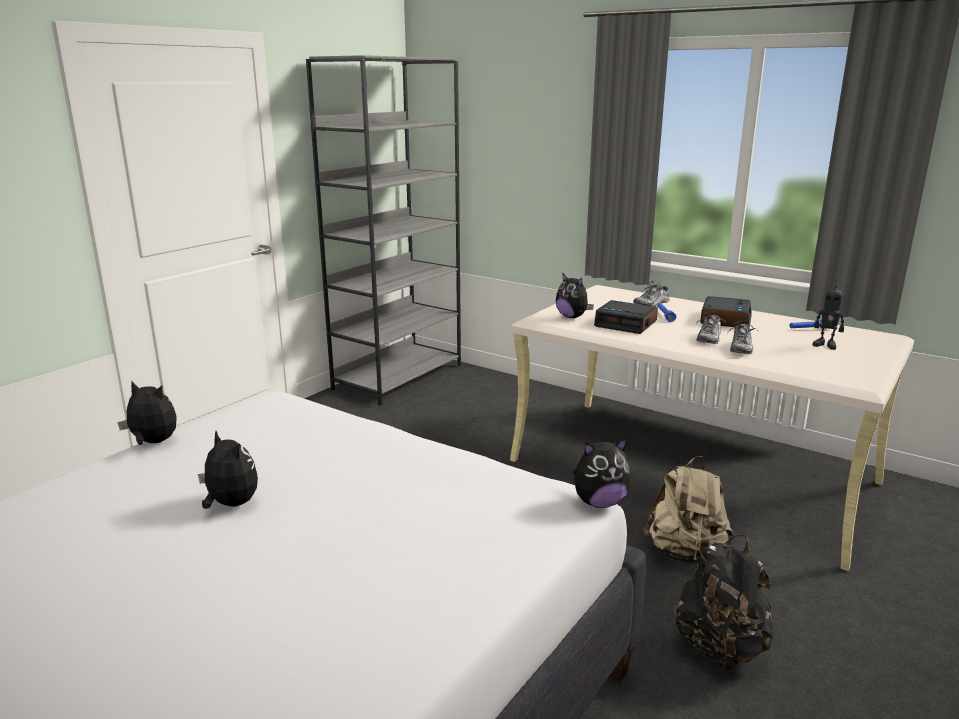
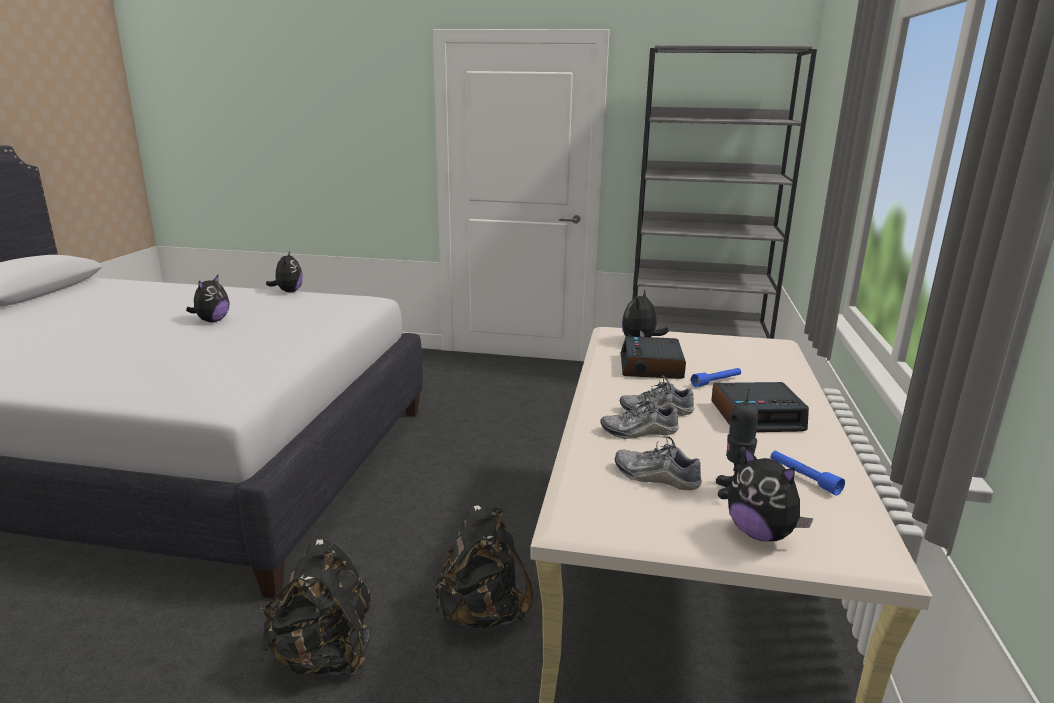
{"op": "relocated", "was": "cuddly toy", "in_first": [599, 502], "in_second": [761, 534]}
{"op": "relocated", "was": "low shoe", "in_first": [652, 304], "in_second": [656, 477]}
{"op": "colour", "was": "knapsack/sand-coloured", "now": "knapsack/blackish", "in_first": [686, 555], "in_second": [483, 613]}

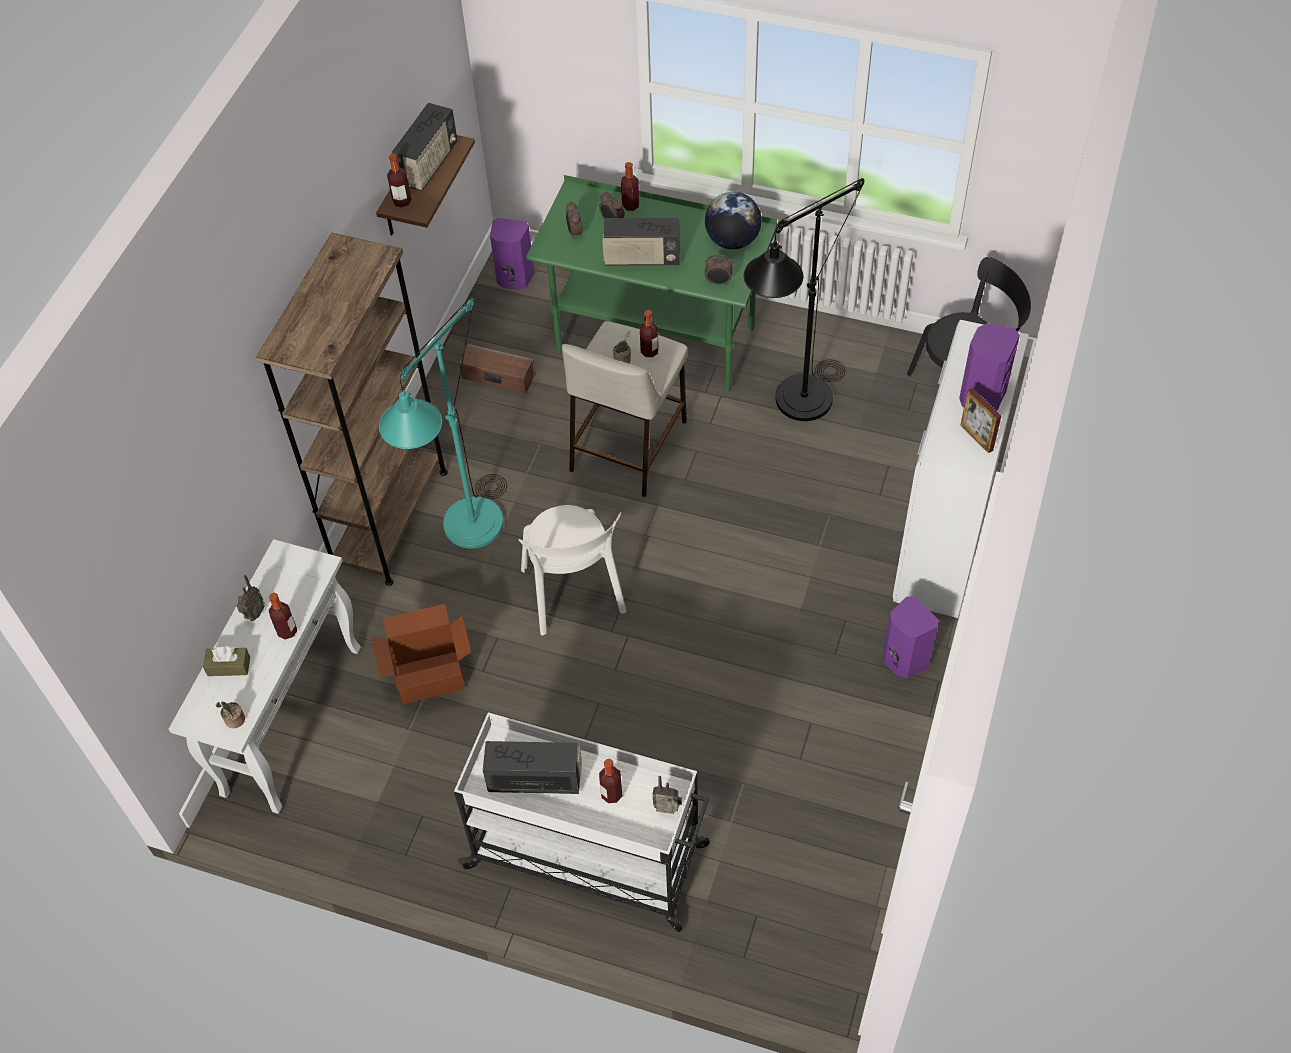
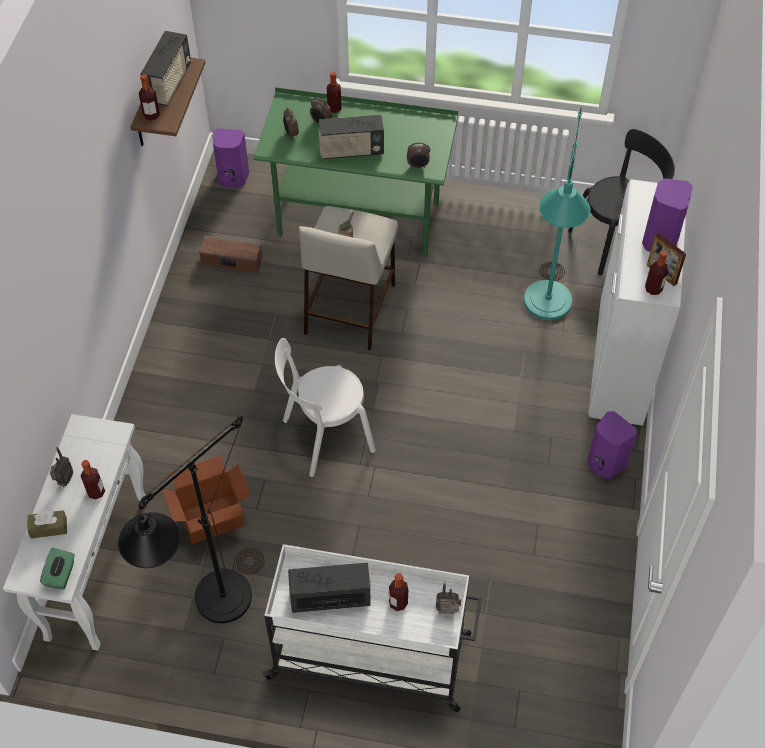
{"op": "exchanged", "was": "houseplant", "now": "tissue holder/greenish", "in_first": [234, 721], "in_second": [61, 575]}
{"op": "missing", "was": "shelving unit/brownish", "in_first": [390, 519]}
{"op": "relocated", "was": "floor lamp/turquoise-coloured", "in_first": [466, 537], "in_second": [545, 312]}
{"op": "spun", "was": "chair/whitish", "in_first": [574, 595], "in_second": [324, 437], "clockwise": 90}
{"op": "relocated", "was": "bottle", "in_first": [649, 351], "in_second": [653, 289]}
{"op": "missing", "was": "desk globe", "in_first": [732, 241]}
{"op": "relocated", "was": "floor lamp/blackish", "in_first": [793, 409], "in_second": [213, 610]}

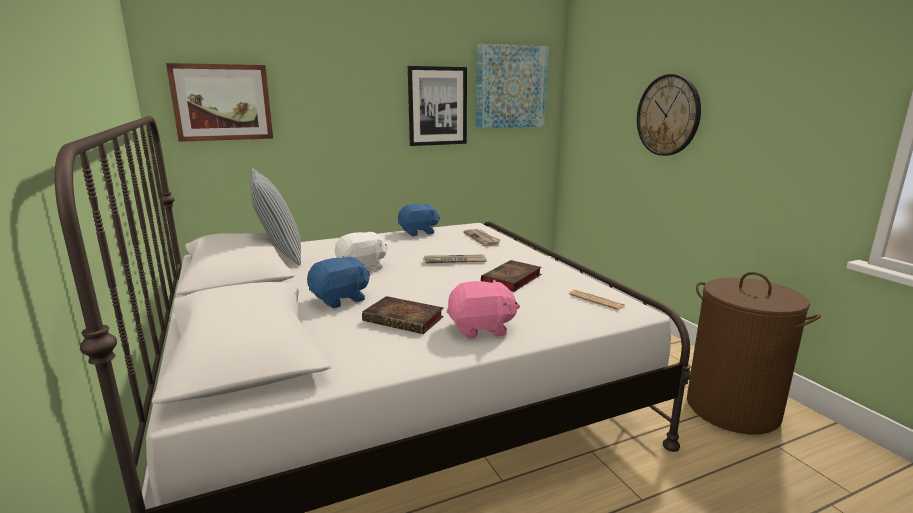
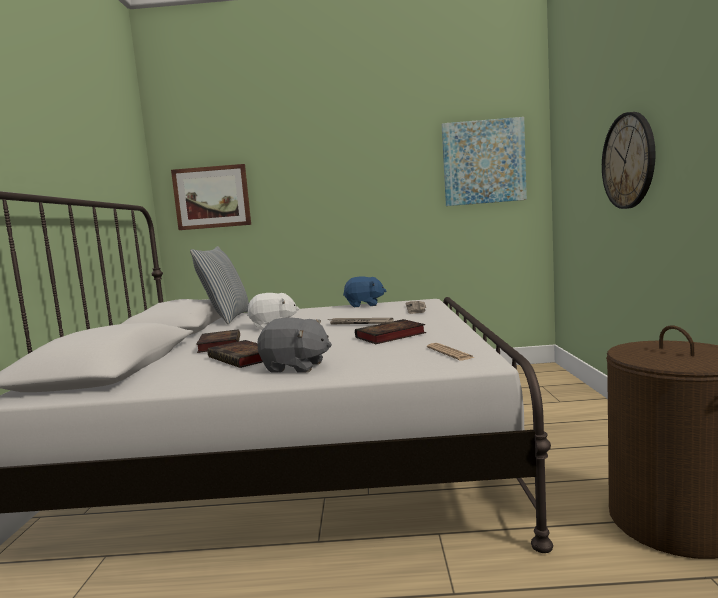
{"op": "exchanged", "was": "cuddly toy/blue-coloured", "now": "book", "in_first": [340, 299], "in_second": [219, 344]}
{"op": "missing", "was": "wall art", "in_first": [437, 106]}
{"op": "colour", "was": "cuddly toy/pink", "now": "cuddly toy/greyish", "in_first": [481, 329], "in_second": [295, 367]}

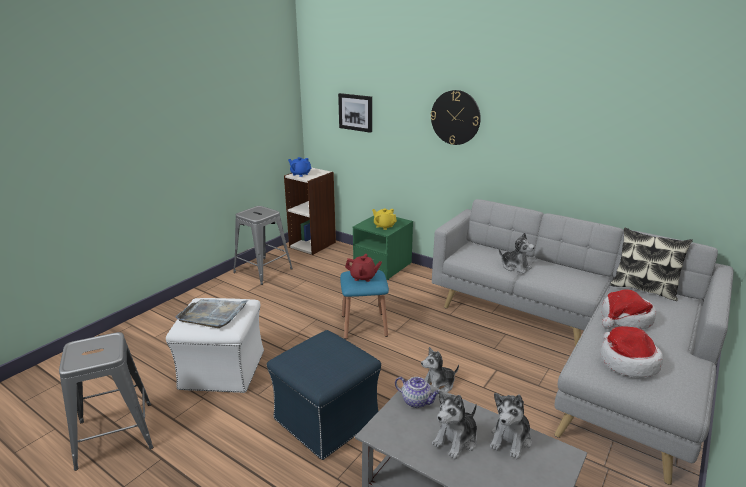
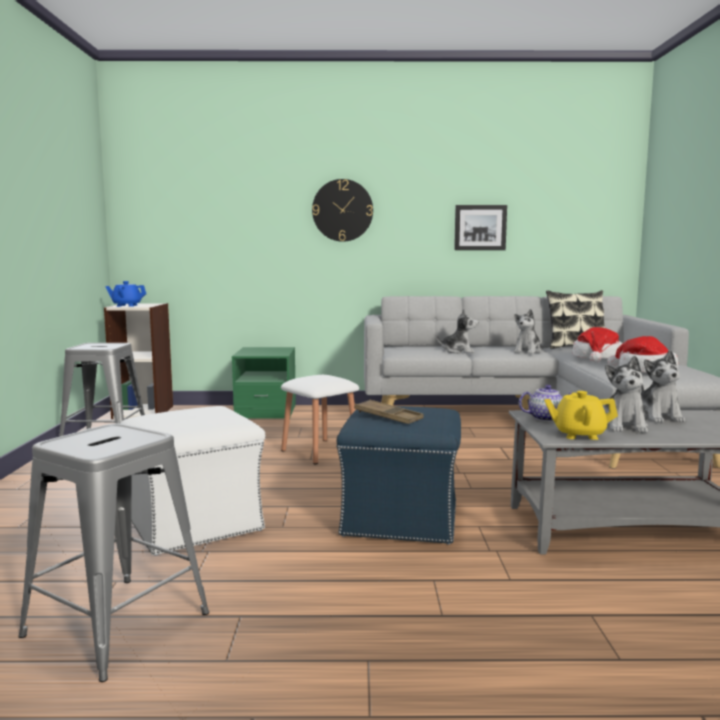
{"op": "missing", "was": "tray/greyish", "in_first": [213, 314]}
{"op": "relocated", "was": "wall art", "in_first": [356, 112], "in_second": [480, 227]}
{"op": "colour", "was": "stool seat/blue-coloured", "now": "stool seat/whitish", "in_first": [364, 325], "in_second": [320, 451]}
{"op": "missing", "was": "pot for tea/red", "in_first": [363, 277]}
{"op": "relocated", "was": "pot for tea/yellow", "in_first": [384, 226], "in_second": [578, 435]}
{"op": "relocated", "was": "cuddly toy", "in_first": [438, 385], "in_second": [527, 351]}
{"op": "appeared", "now": "tray/brownish", "in_second": [388, 417]}

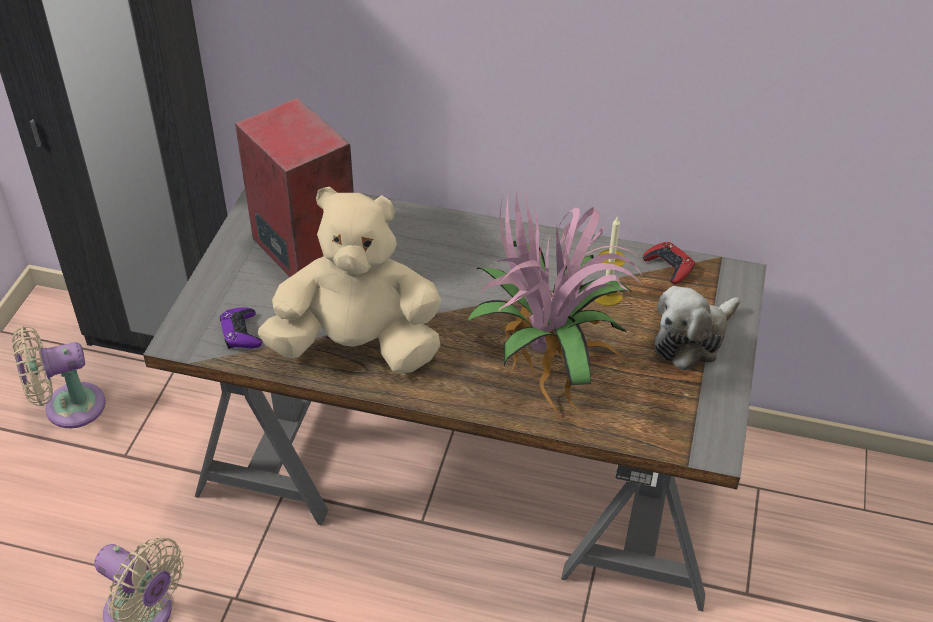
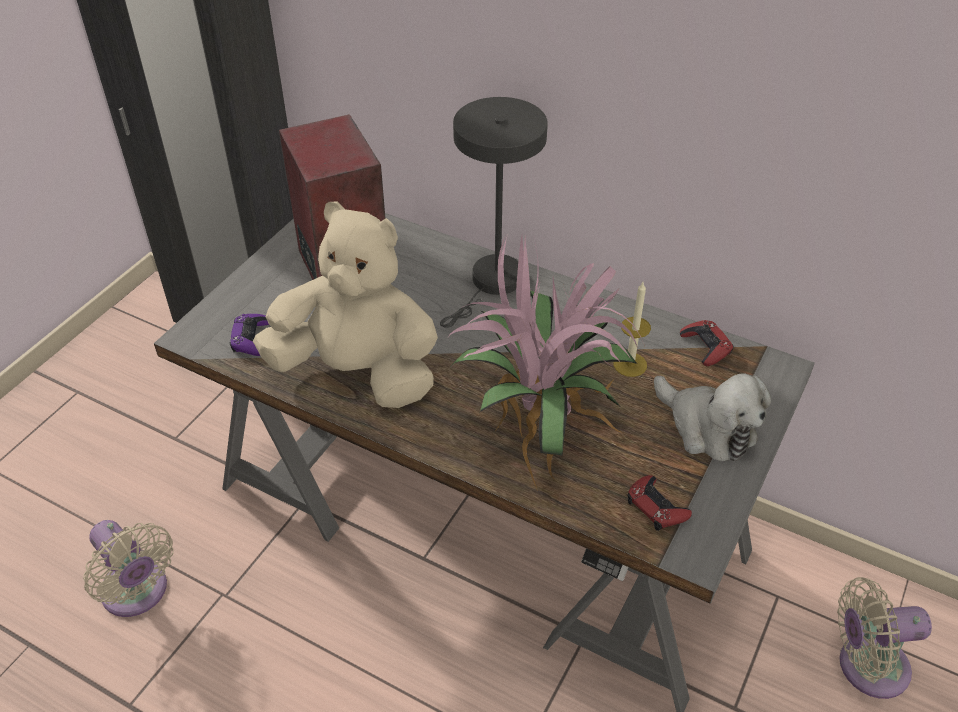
{"op": "relocated", "was": "electric fan/sand-coloured", "in_first": [68, 407], "in_second": [866, 666]}
{"op": "spun", "was": "cuddly toy", "in_first": [692, 339], "in_second": [707, 428], "clockwise": -105}
{"op": "appeared", "now": "lamp for a table/greyish", "in_second": [492, 284]}
{"op": "appeared", "now": "gamepad/red", "in_second": [656, 507]}

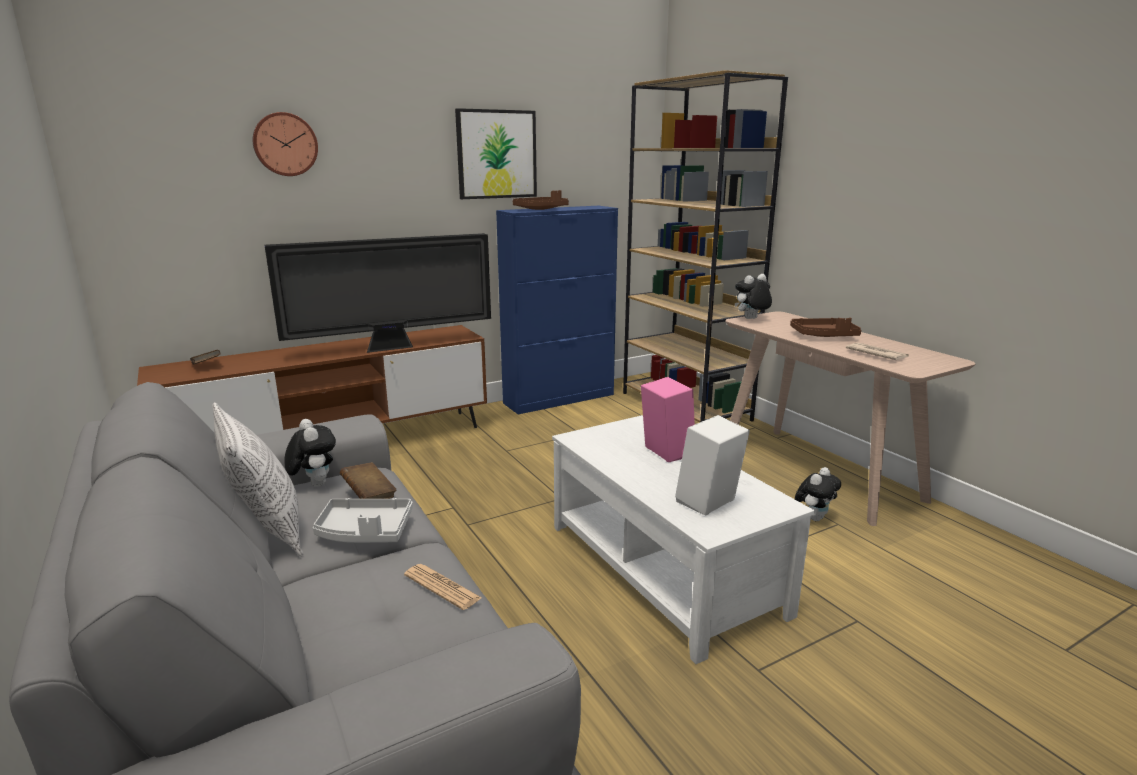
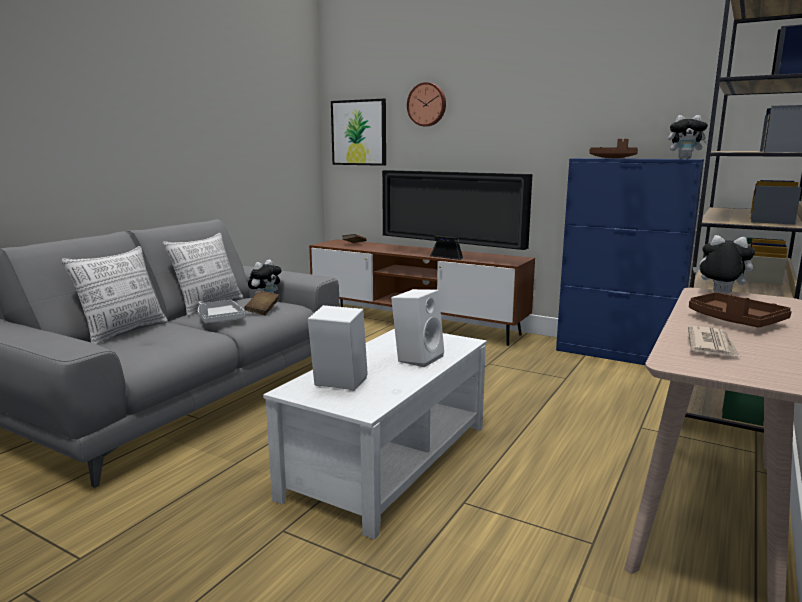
{"op": "missing", "was": "printed paper", "in_first": [442, 587]}
{"op": "relocated", "was": "wall art", "in_first": [496, 154], "in_second": [359, 132]}
{"op": "colour", "was": "audio speaker/pink", "now": "audio speaker/whitish", "in_first": [664, 452], "in_second": [417, 358]}
{"op": "relocated", "was": "cuddly toy", "in_first": [814, 517], "in_second": [685, 159]}
{"op": "appeared", "now": "throw pillow", "in_second": [123, 332]}

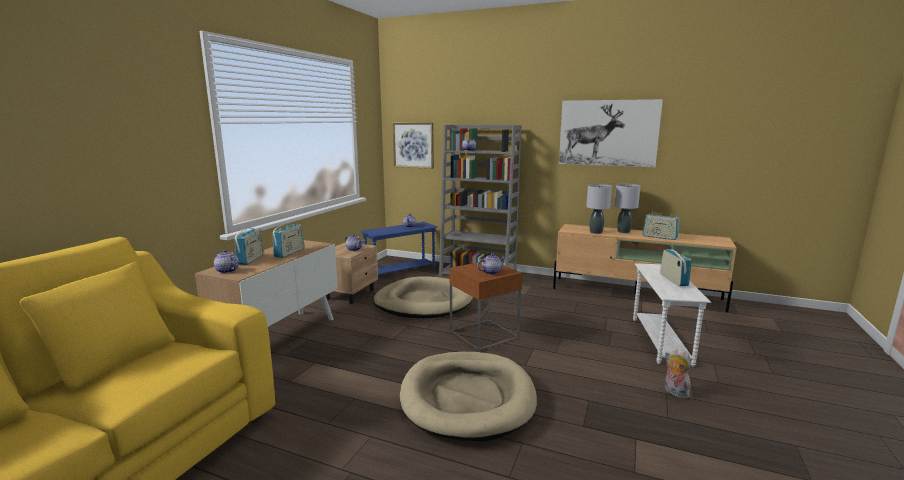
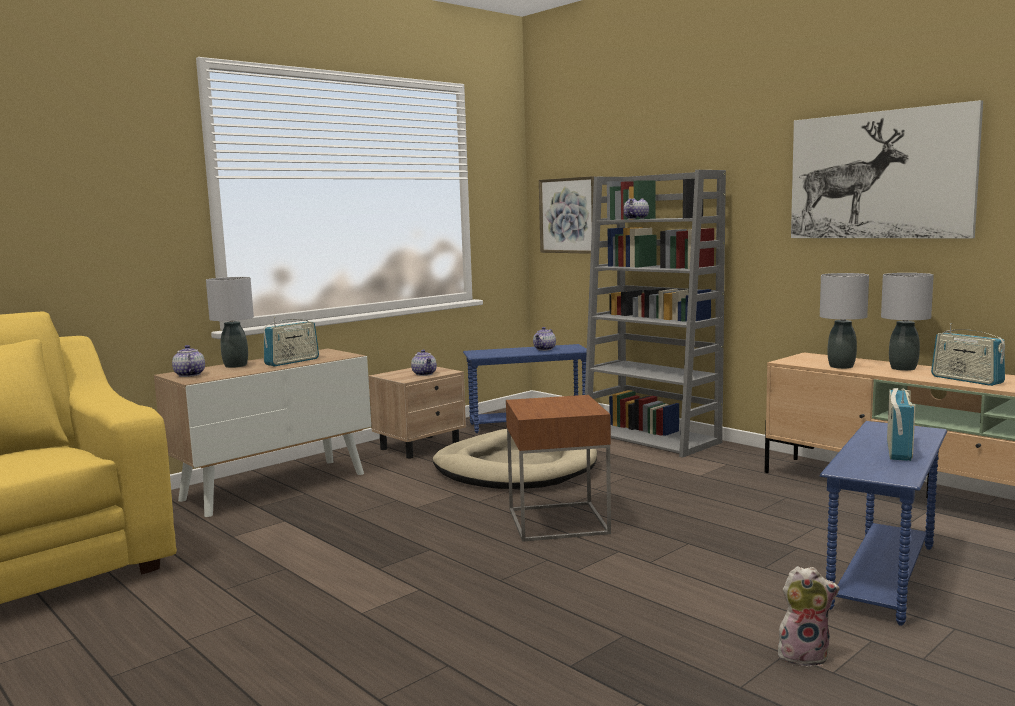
{"op": "exchanged", "was": "radio receiver", "now": "lamp for a table/greyish", "in_first": [251, 259], "in_second": [235, 365]}
{"op": "missing", "was": "dog cushion/sand-coloured", "in_first": [467, 398]}
{"op": "missing", "was": "pot for tea", "in_first": [491, 272]}
{"op": "colour", "was": "accent table/whitish", "now": "accent table/blue-coloured", "in_first": [660, 341], "in_second": [881, 576]}
{"op": "spun", "was": "cuddly toy", "in_first": [674, 392], "in_second": [804, 655], "clockwise": 105}

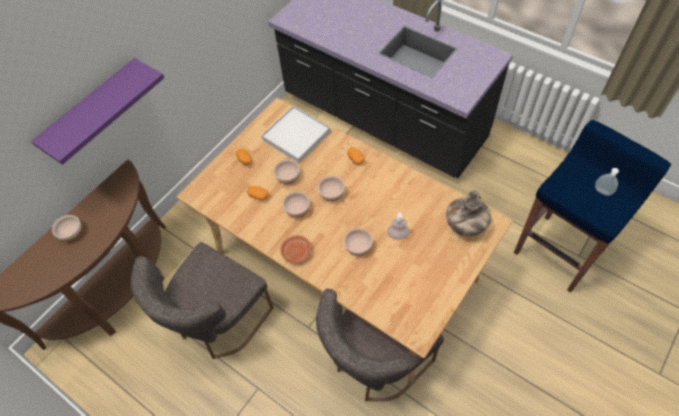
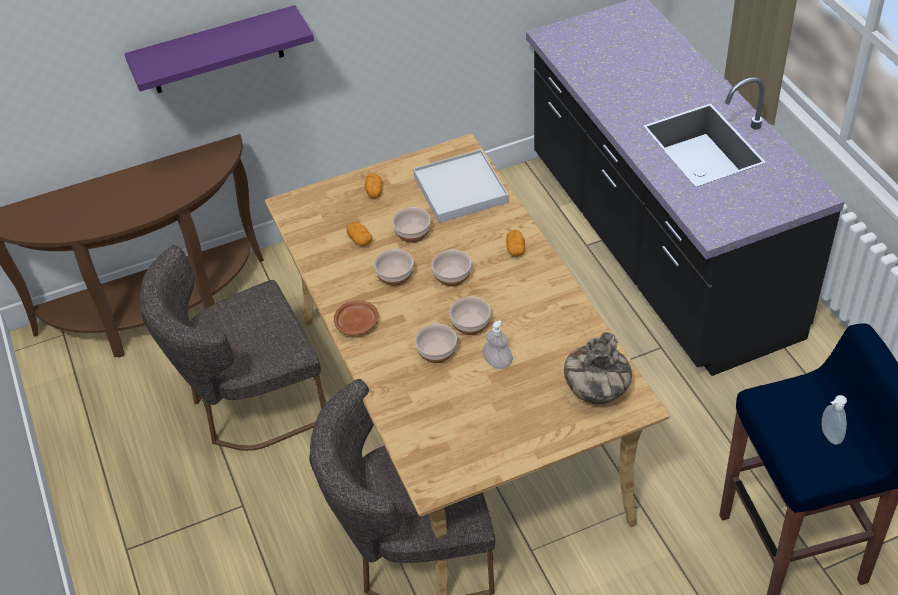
{"op": "relocated", "was": "bowl", "in_first": [71, 233], "in_second": [470, 325]}

